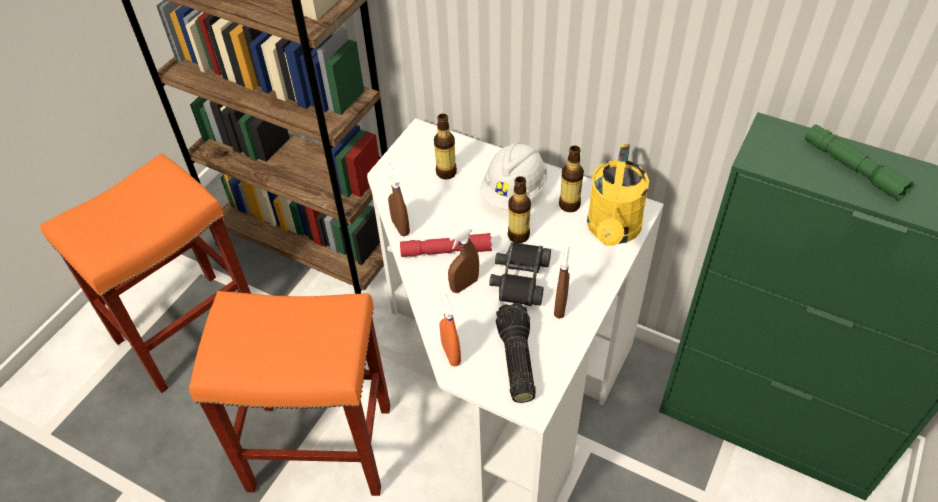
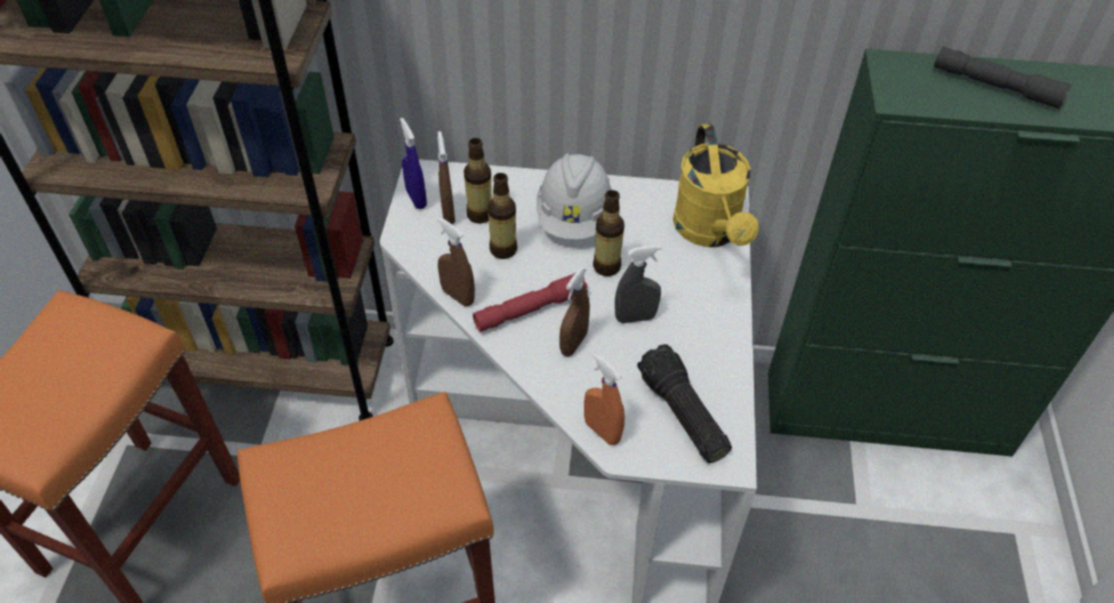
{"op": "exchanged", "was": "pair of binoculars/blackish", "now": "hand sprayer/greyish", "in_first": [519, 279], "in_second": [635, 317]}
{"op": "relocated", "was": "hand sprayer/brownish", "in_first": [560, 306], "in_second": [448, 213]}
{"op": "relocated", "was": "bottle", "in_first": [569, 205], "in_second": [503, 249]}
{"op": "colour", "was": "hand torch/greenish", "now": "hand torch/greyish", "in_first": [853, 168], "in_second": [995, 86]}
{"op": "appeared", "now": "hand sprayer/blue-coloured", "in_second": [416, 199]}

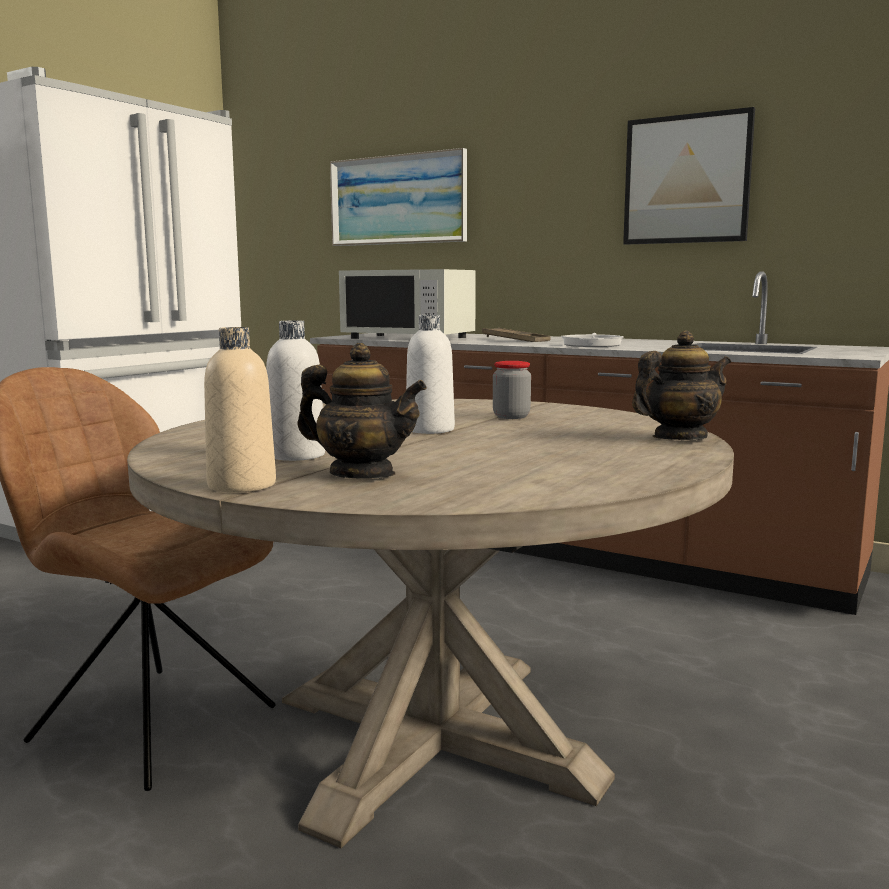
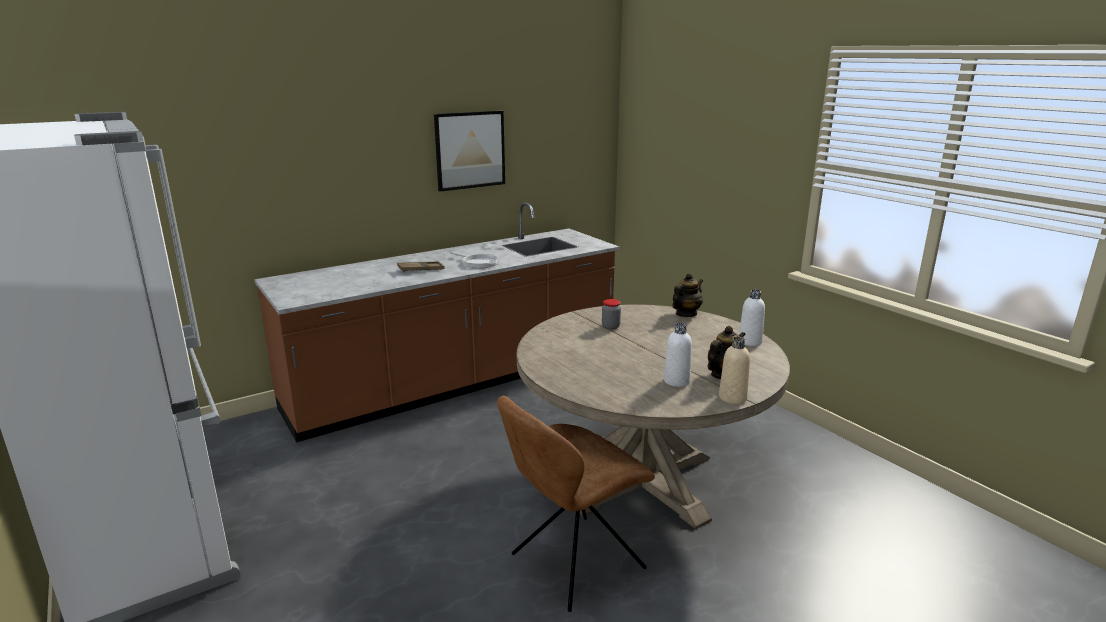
{"op": "missing", "was": "wall art", "in_first": [398, 200]}
{"op": "missing", "was": "microwave/whitish", "in_first": [409, 338]}
{"op": "relocated", "was": "bottle/whitish", "in_first": [430, 429], "in_second": [750, 341]}
{"op": "spun", "was": "pot for tea", "in_first": [679, 438], "in_second": [686, 314], "clockwise": 45}

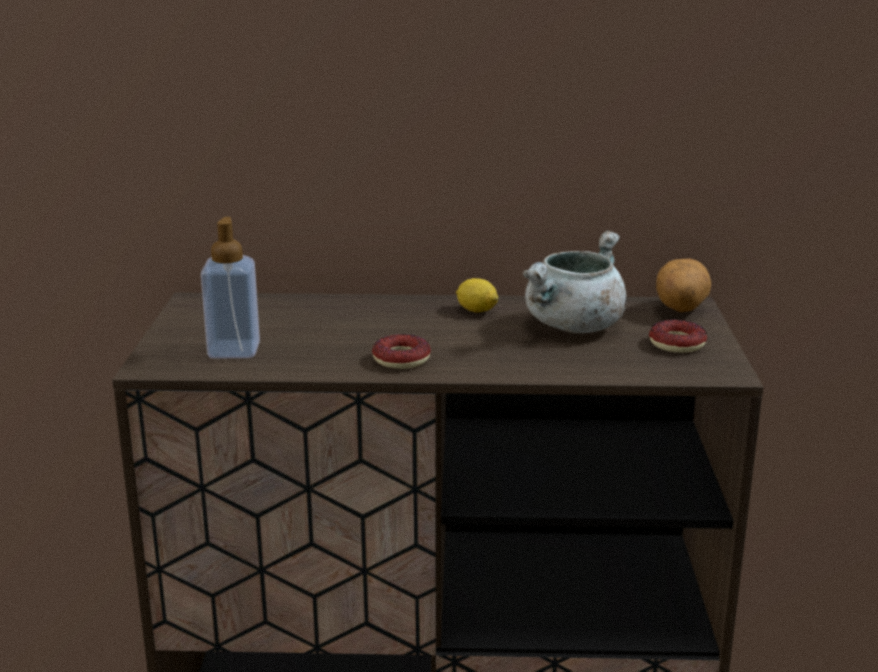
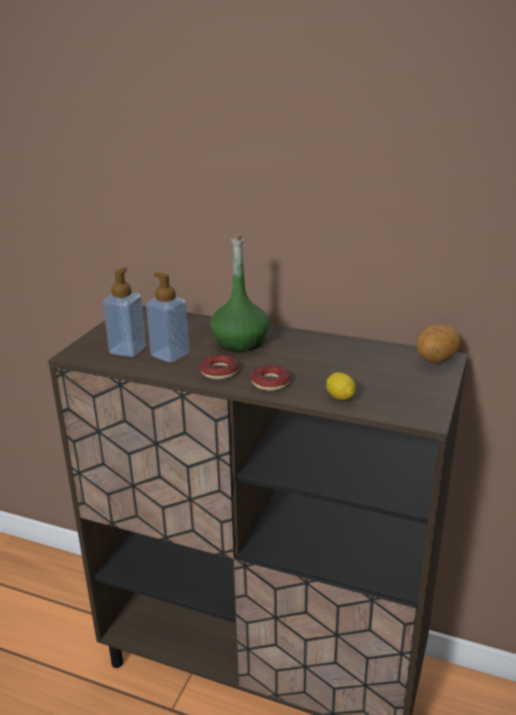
{"op": "relocated", "was": "whole lemon", "in_first": [476, 310], "in_second": [340, 397]}
{"op": "missing", "was": "saucepot/greyish", "in_first": [574, 327]}
{"op": "relocated", "was": "donut", "in_first": [677, 344], "in_second": [270, 383]}
{"op": "appeared", "now": "soap bottle", "in_second": [170, 355]}
{"op": "appeared", "now": "bottle/greenish", "in_second": [240, 342]}

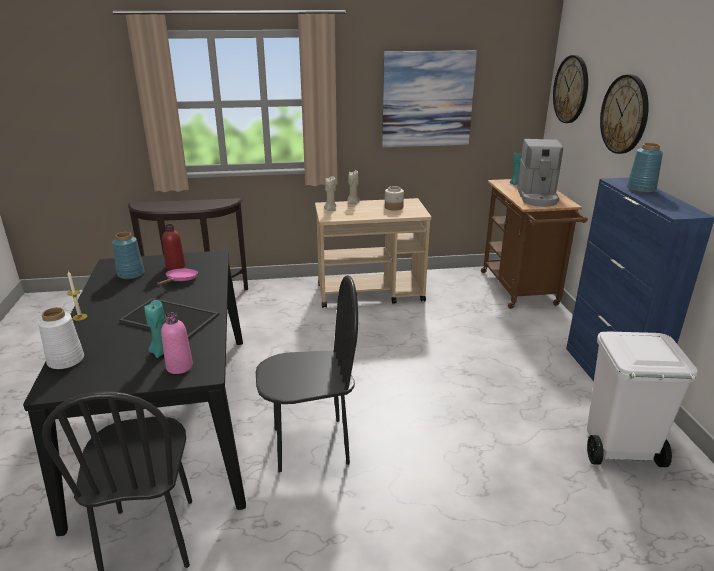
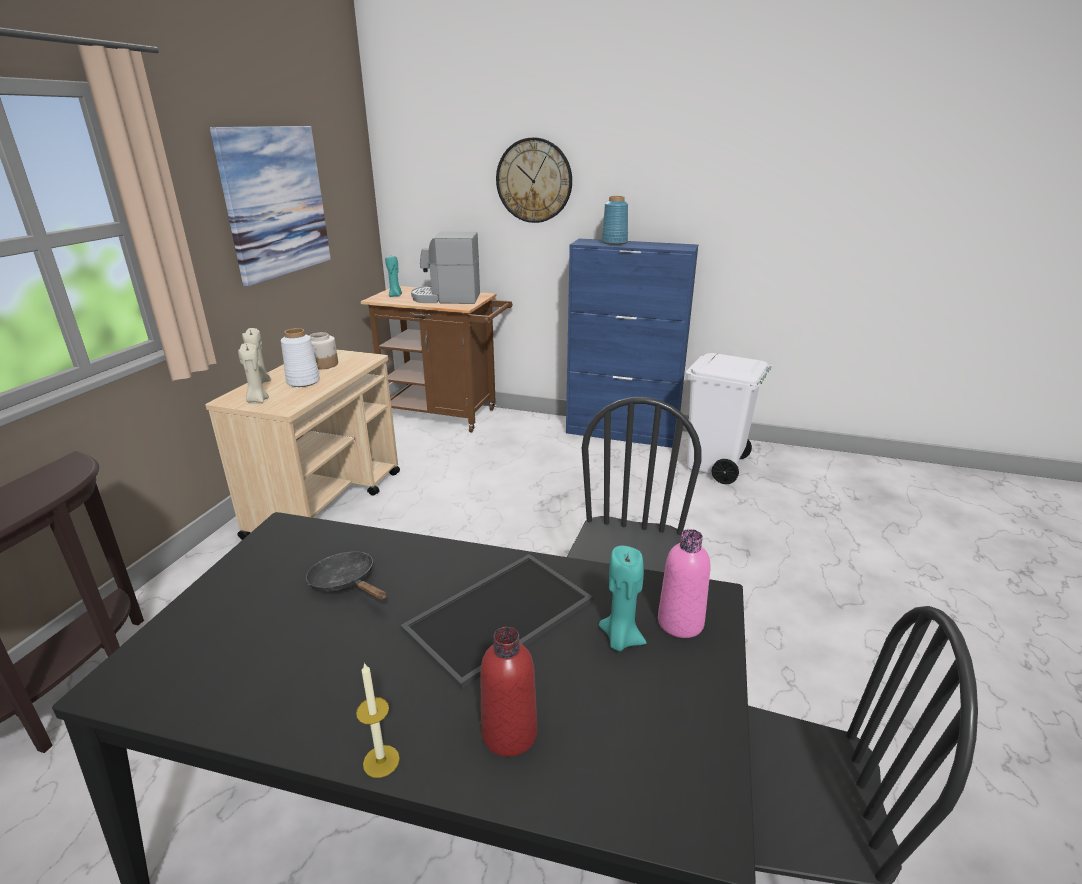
{"op": "relocated", "was": "vase/whitish", "in_first": [66, 360], "in_second": [302, 382]}
{"op": "missing", "was": "vase/blue-coloured", "in_first": [130, 274]}
{"op": "colour", "was": "frying pan/pink", "now": "frying pan/blackish", "in_first": [180, 280], "in_second": [346, 583]}
{"op": "relocated", "was": "bottle/red", "in_first": [175, 266], "in_second": [509, 733]}
{"op": "spun", "was": "coffee maker", "in_first": [537, 197], "in_second": [446, 298], "clockwise": 150}
{"op": "missing", "was": "wall clock", "in_first": [571, 89]}

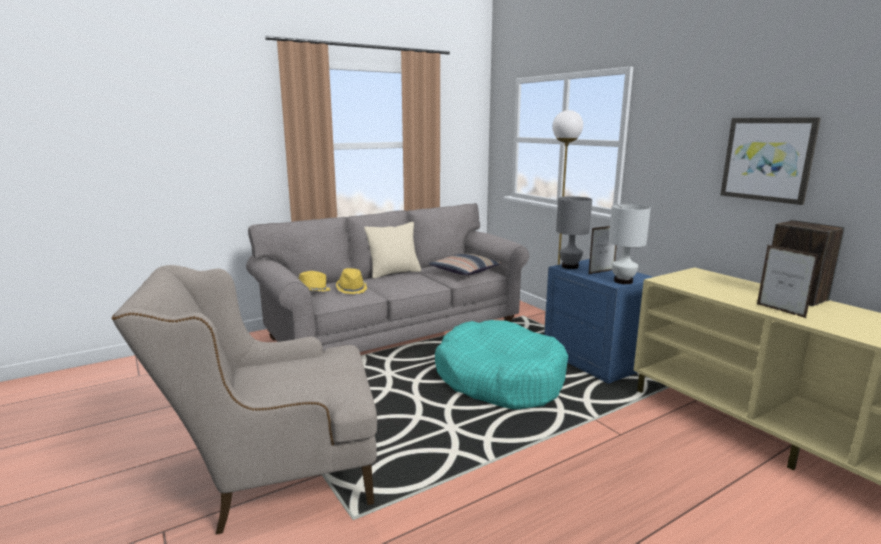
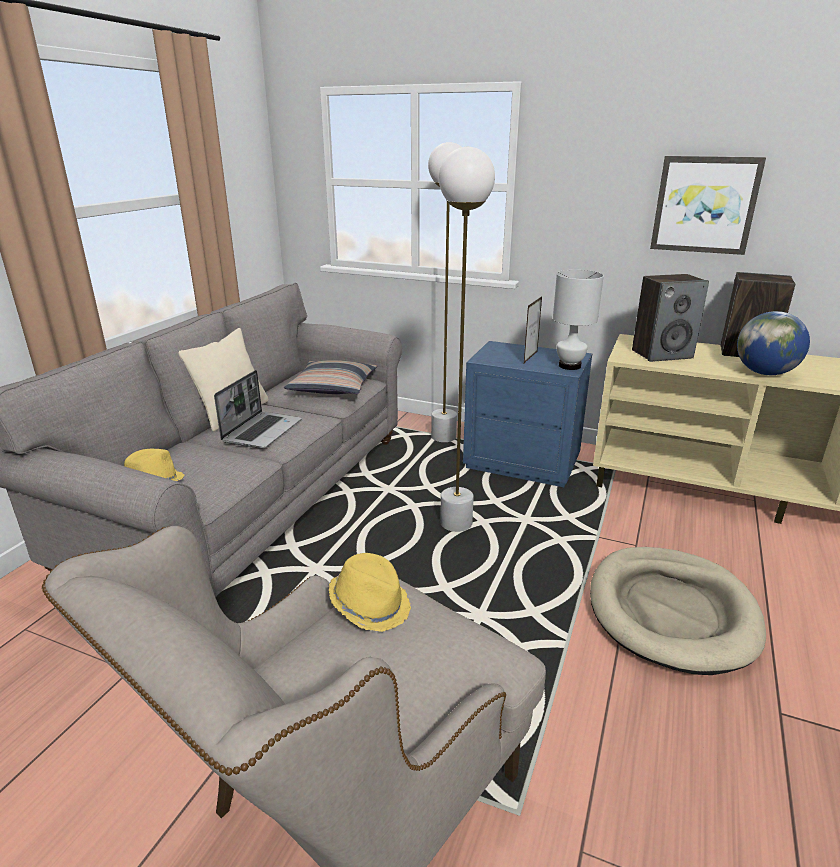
{"op": "relocated", "was": "clothing hat/yellow", "in_first": [351, 289], "in_second": [370, 605]}
{"op": "exchanged", "was": "dog cushion/turquoise-coloured", "now": "floor lamp/whitish", "in_first": [499, 379], "in_second": [456, 523]}
{"op": "missing", "was": "lamp for a table/greyish", "in_first": [570, 266]}
{"op": "exchanged", "was": "picture frame", "now": "desk globe", "in_first": [780, 311], "in_second": [764, 373]}
{"op": "appeared", "now": "portable computer", "in_second": [262, 431]}
{"op": "appeared", "now": "dog cushion/sand-coloured", "in_second": [671, 612]}
{"op": "appeared", "now": "audio speaker", "in_second": [662, 354]}

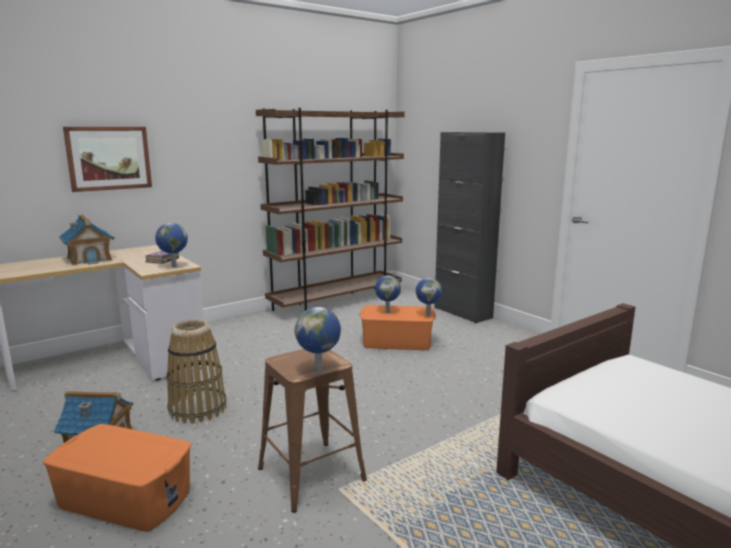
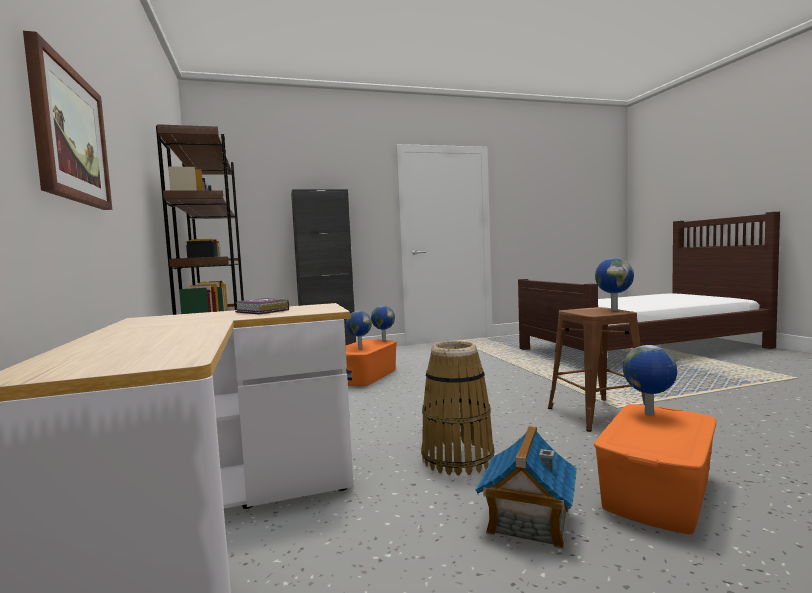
{"op": "missing", "was": "model house", "in_first": [89, 259]}
{"op": "relocated", "was": "desk globe", "in_first": [173, 267], "in_second": [649, 415]}

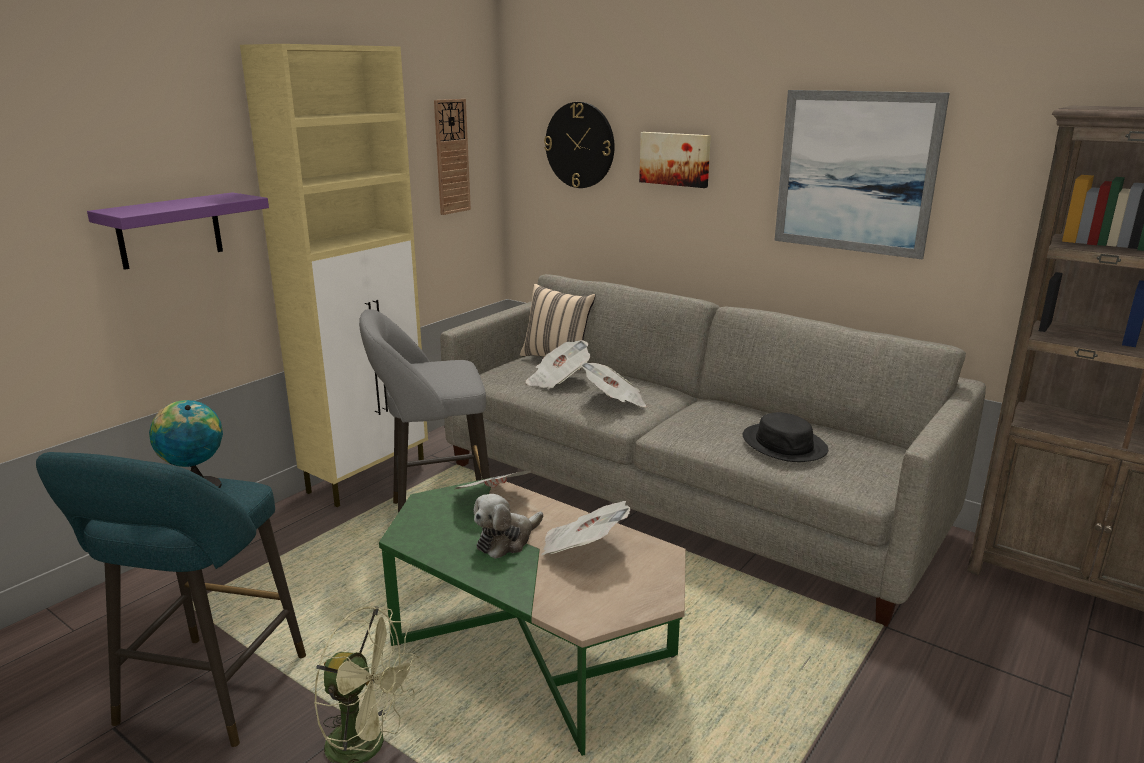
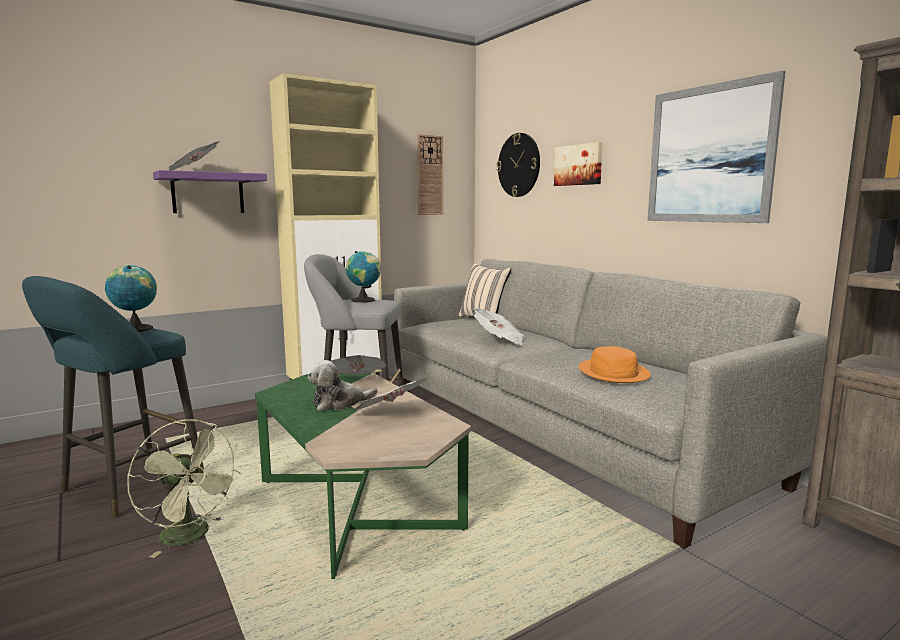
{"op": "relocated", "was": "printed paper", "in_first": [557, 381], "in_second": [193, 172]}
{"op": "colour", "was": "clothing hat/blackish", "now": "clothing hat/orangey", "in_first": [784, 444], "in_second": [613, 372]}
{"op": "appeared", "now": "desk globe", "in_second": [364, 300]}

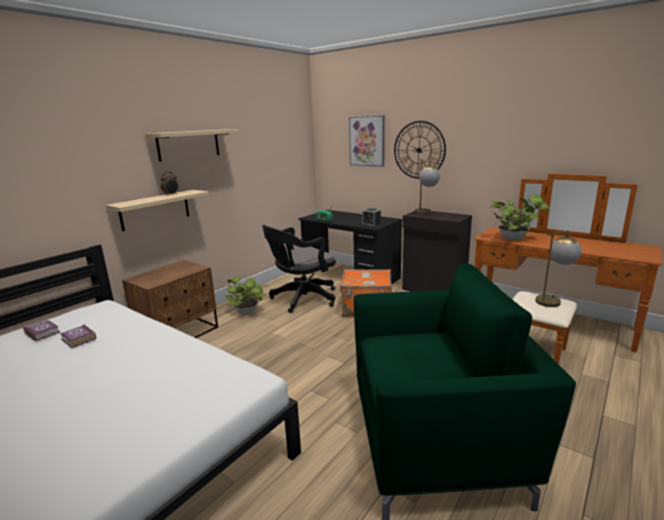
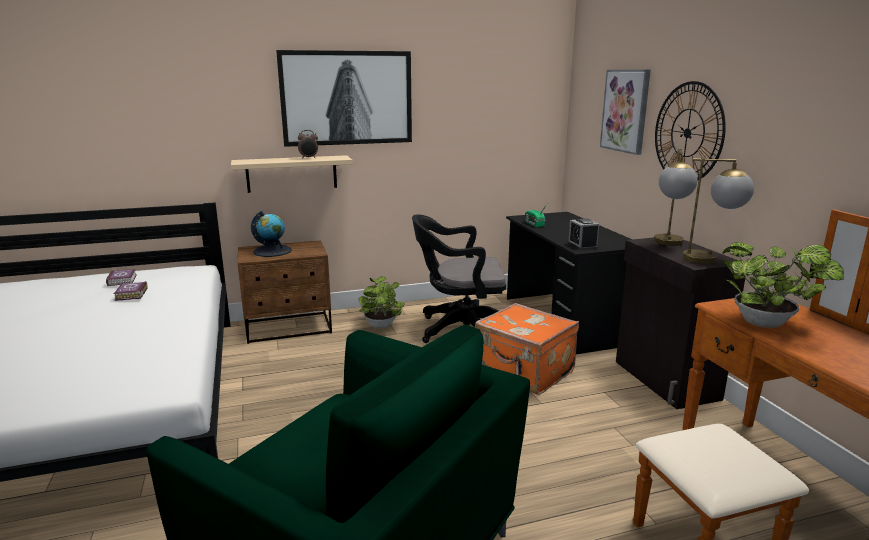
{"op": "exchanged", "was": "shelf/sand-coloured", "now": "wall art", "in_first": [189, 144], "in_second": [347, 98]}
{"op": "relocated", "was": "lamp for a table", "in_first": [553, 300], "in_second": [711, 259]}
{"op": "appeared", "now": "desk globe", "in_second": [272, 251]}

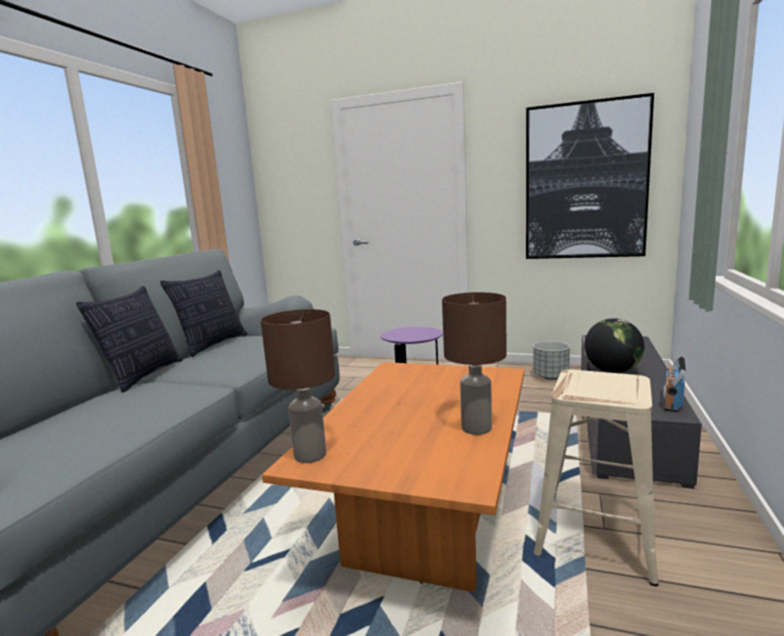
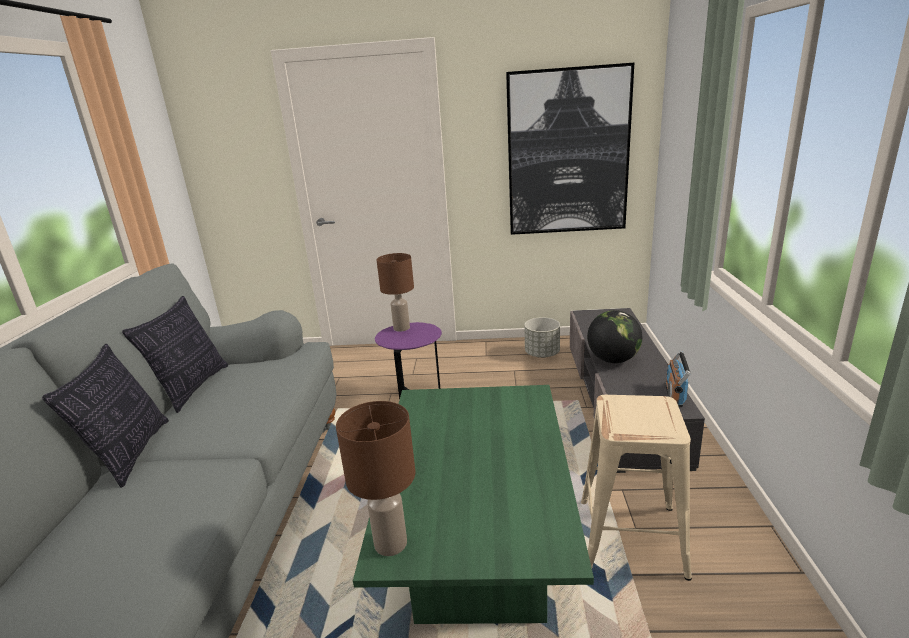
{"op": "colour", "was": "coffee table/orangey", "now": "coffee table/greenish", "in_first": [426, 527], "in_second": [480, 559]}
{"op": "relocated", "was": "lamp for a table/brownish", "in_first": [475, 428], "in_second": [401, 328]}

